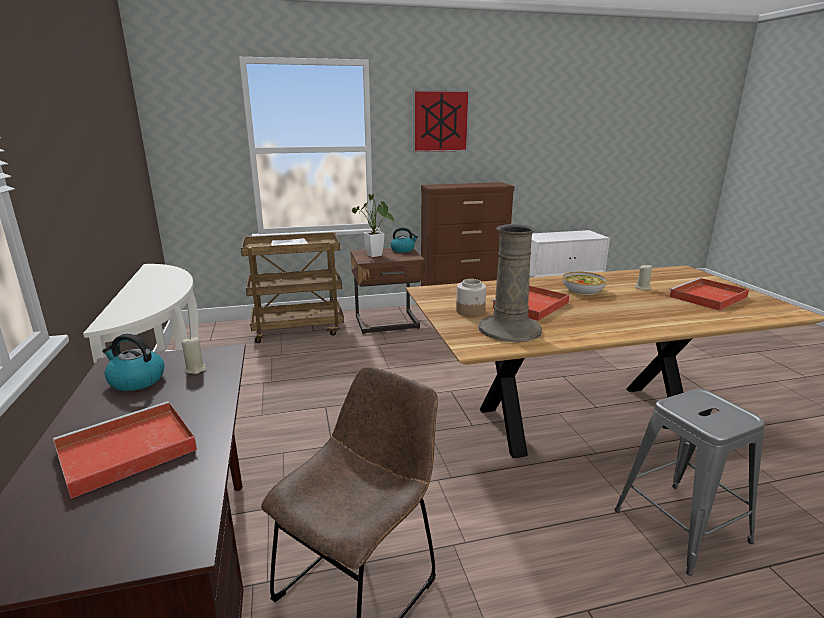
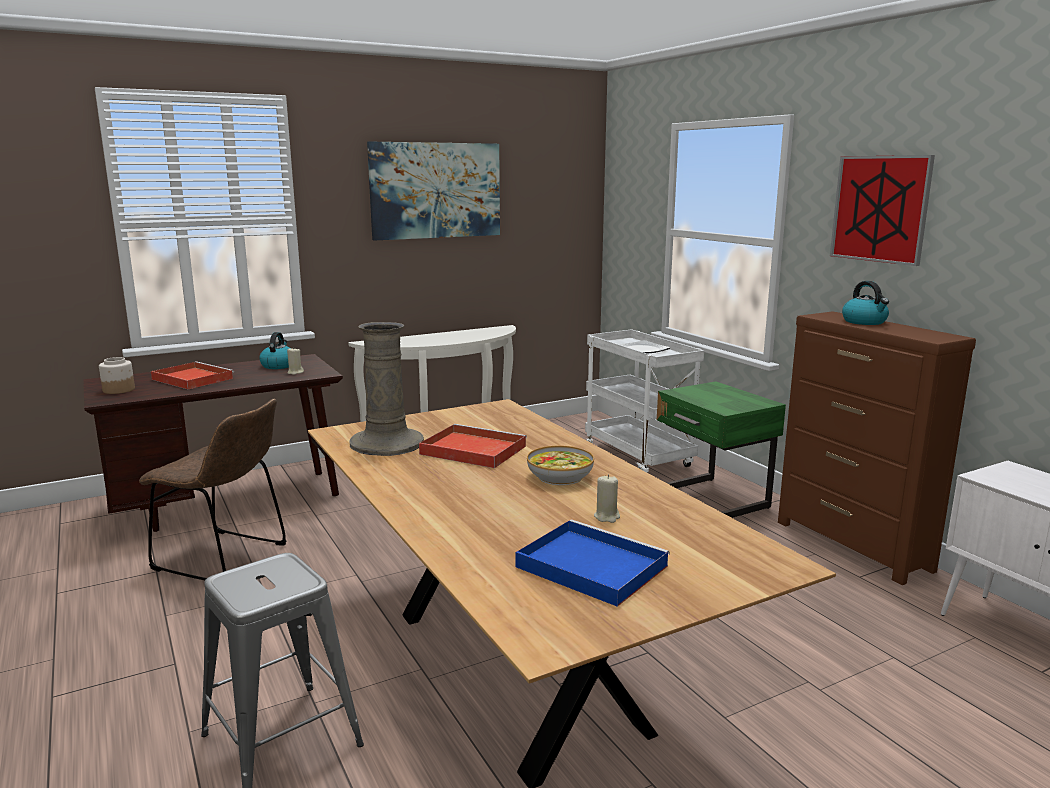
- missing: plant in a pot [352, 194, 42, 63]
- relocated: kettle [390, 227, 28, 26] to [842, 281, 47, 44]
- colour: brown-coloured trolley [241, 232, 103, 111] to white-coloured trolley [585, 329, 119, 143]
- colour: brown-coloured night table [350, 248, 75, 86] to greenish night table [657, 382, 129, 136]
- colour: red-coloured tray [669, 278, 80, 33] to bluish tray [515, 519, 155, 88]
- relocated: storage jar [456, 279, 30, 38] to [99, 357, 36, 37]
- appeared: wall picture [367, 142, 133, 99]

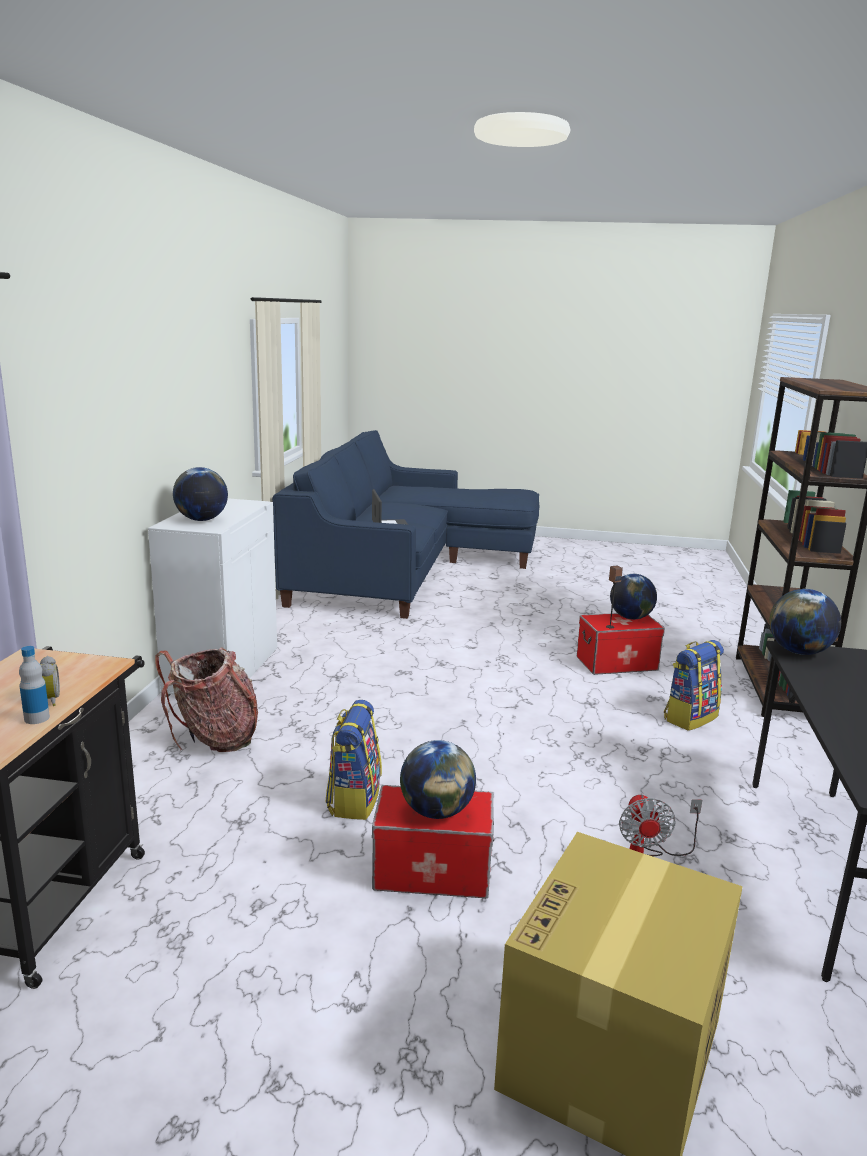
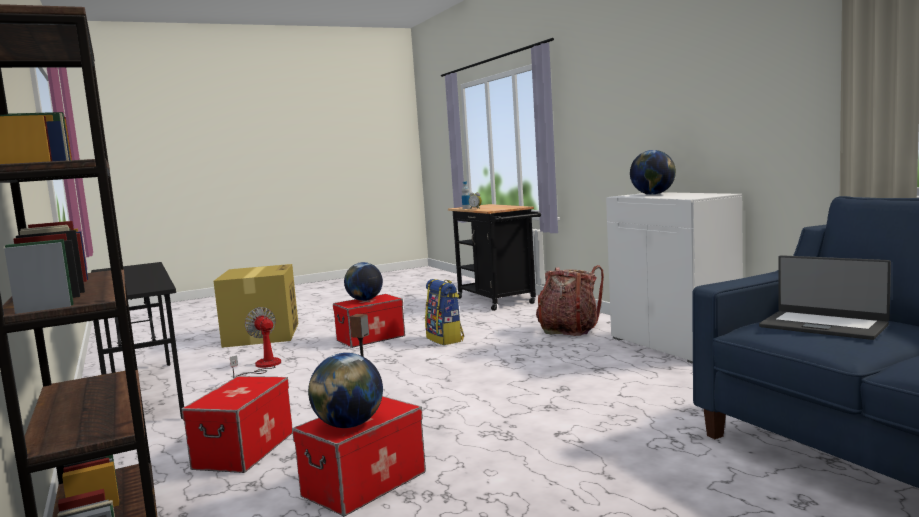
- missing: world globe [769, 589, 72, 66]
- exchanged: rucksack [664, 640, 60, 91] to storage container [181, 376, 112, 97]

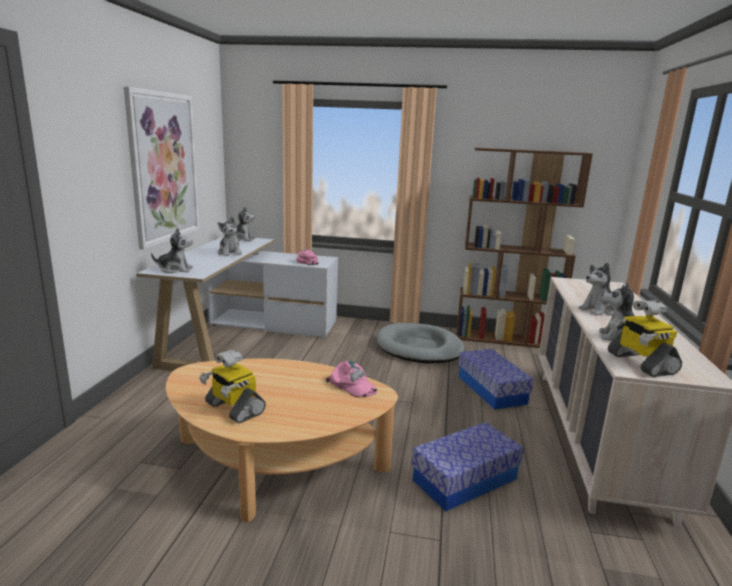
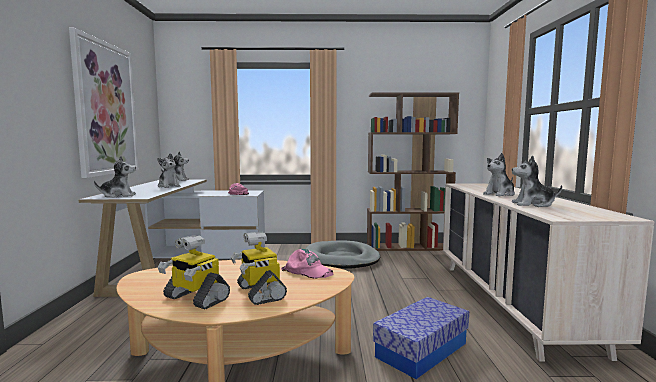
- relocated: toy robot [607, 300, 75, 77] to [231, 231, 56, 74]
- missing: storage container [458, 349, 76, 60]

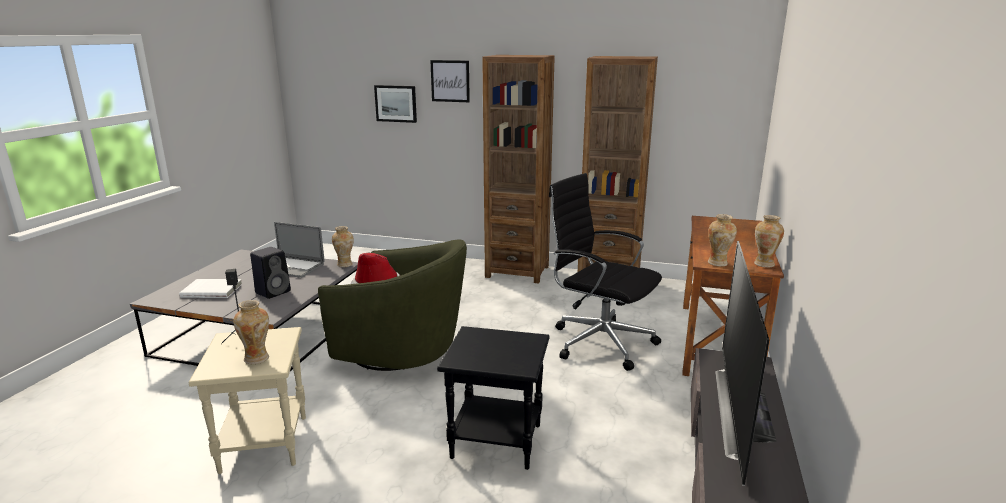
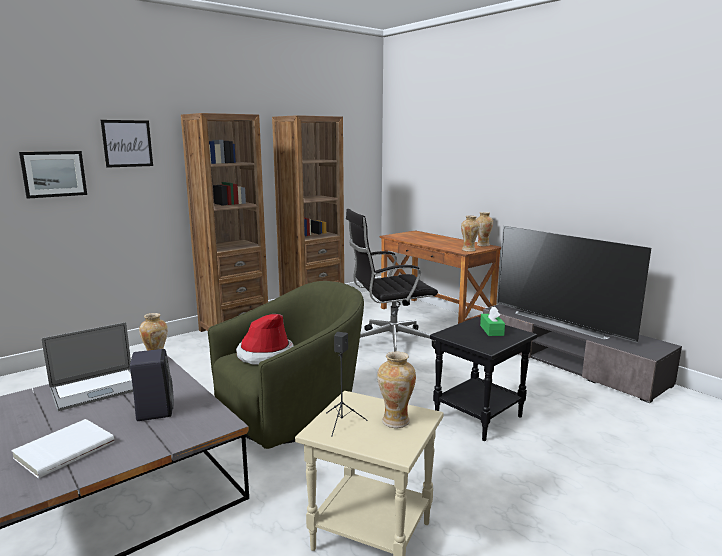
- appeared: greenish tissue box [480, 307, 25, 29]

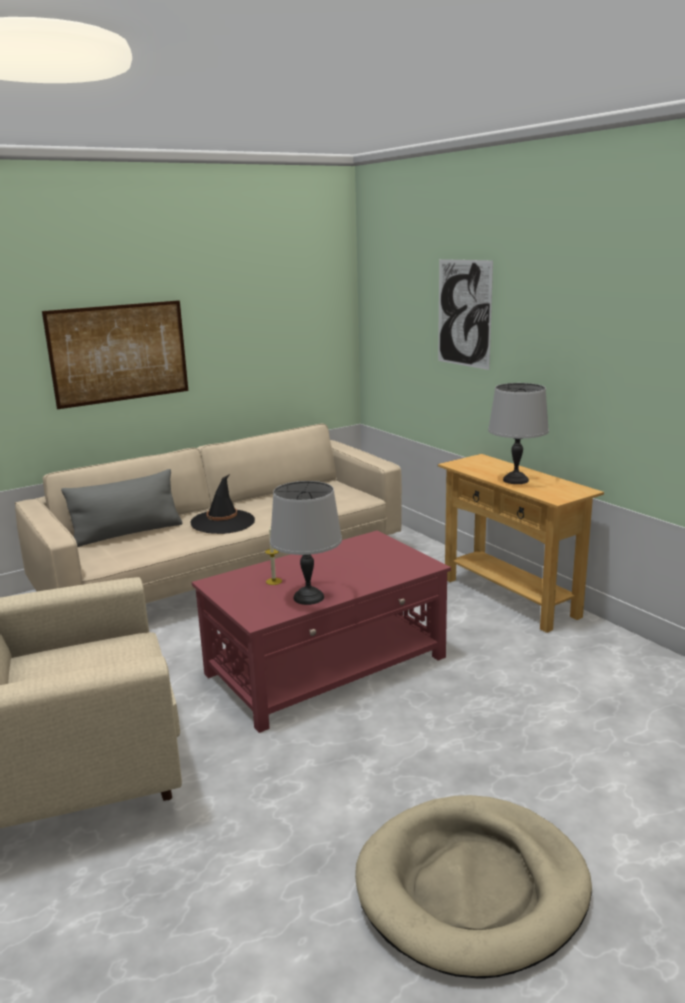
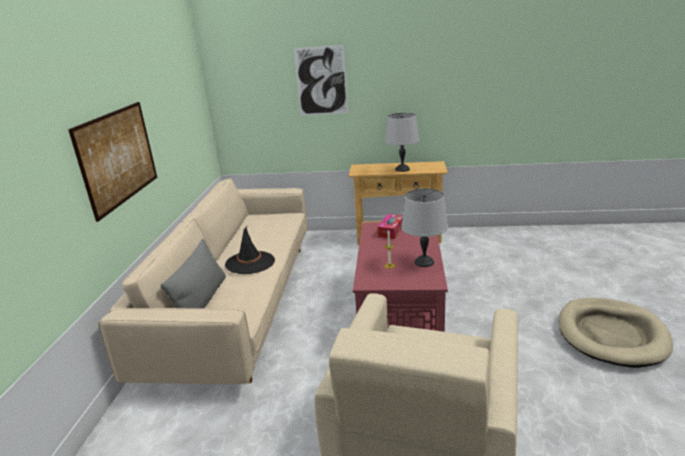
- appeared: tissue box [378, 214, 25, 25]

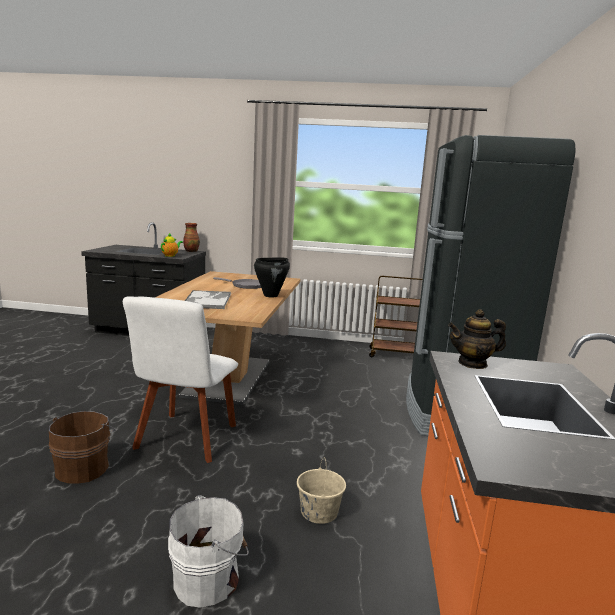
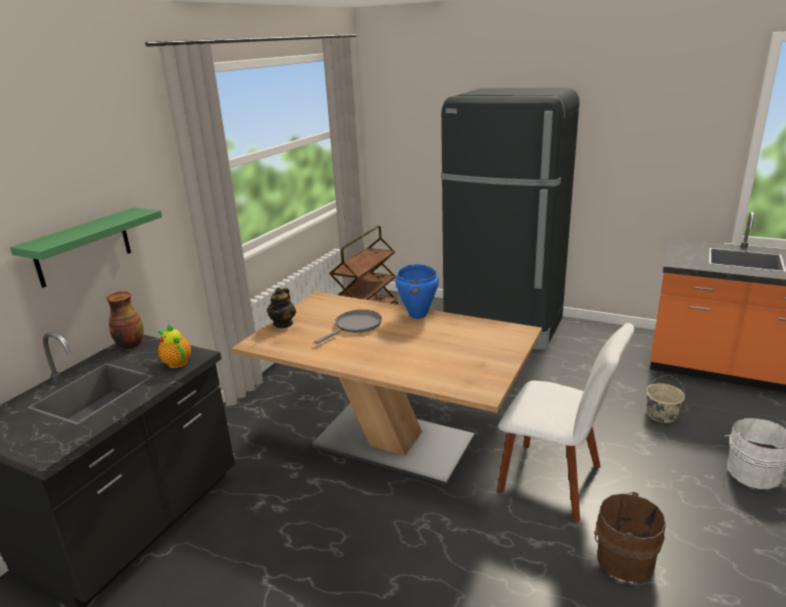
- colour: black stockpot [254, 258, 36, 39] to bluish stockpot [395, 264, 44, 55]
- missing: tray [185, 290, 46, 19]
- relocated: tea pot [448, 309, 58, 60] to [267, 287, 29, 41]
- appeared: greenish wall shelf [10, 208, 152, 80]

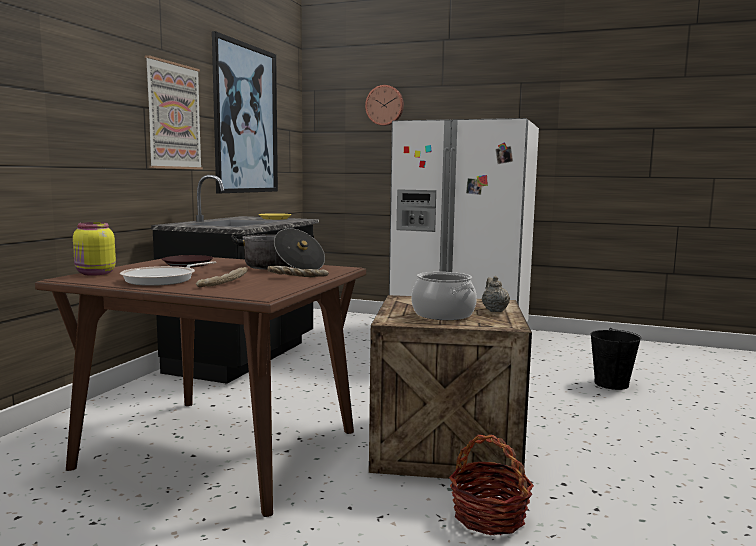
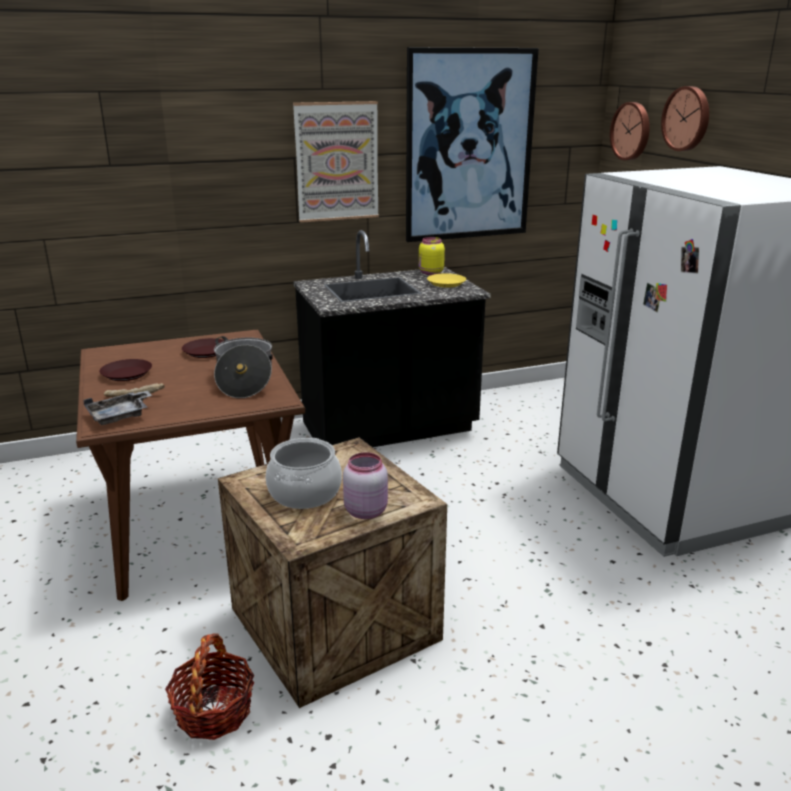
- relocated: yellowish storage jar [73, 222, 43, 54] to [419, 237, 26, 38]
- exchanged: pan [120, 261, 96, 25] to brown-coloured plate [99, 359, 53, 22]
- missing: baked bread [268, 266, 61, 11]
- exchanged: sand-coloured tea pot [482, 276, 28, 36] to pinkish storage jar [343, 452, 45, 67]
- missing: black pail [591, 328, 50, 62]
- appeared: clock on the wall [610, 102, 40, 58]
- appeared: gray tray [83, 391, 69, 34]

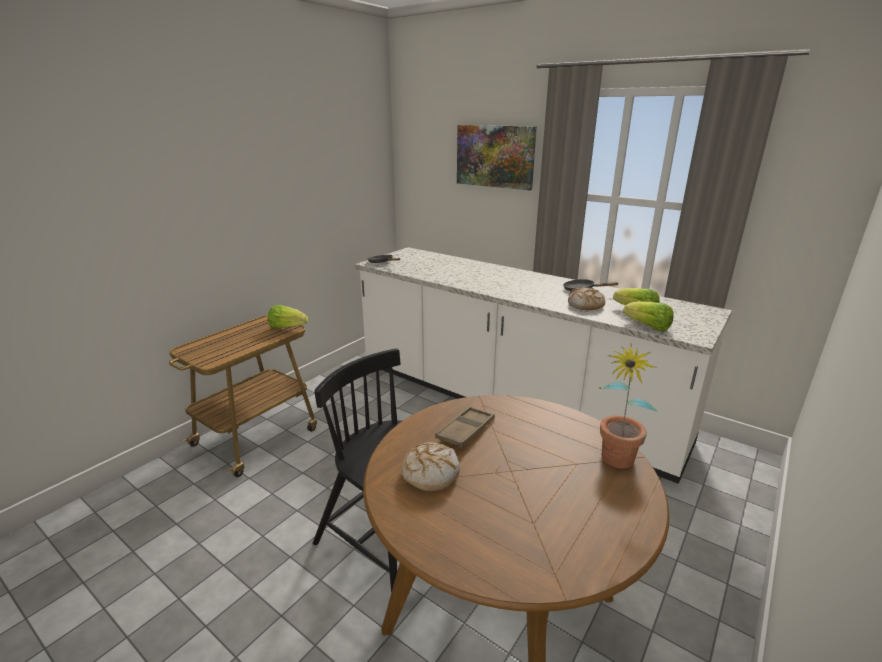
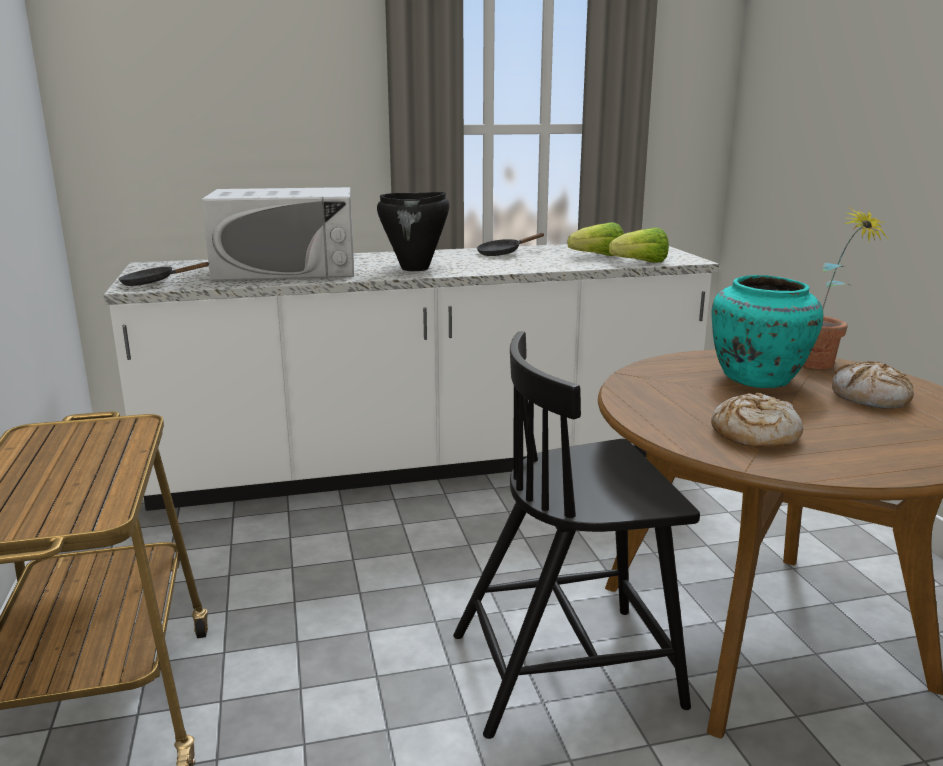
- missing: wall picture [457, 125, 80, 65]
- relocated: baked bread [568, 287, 37, 23] to [832, 361, 82, 47]
- missing: lettuce [268, 305, 40, 23]
- missing: brown-coloured tray [435, 406, 60, 42]
- appeared: white-coloured kitchen microwave [202, 187, 152, 94]
- appeared: black stockpot [377, 192, 72, 79]
- appeared: turquoise vase [711, 275, 113, 113]

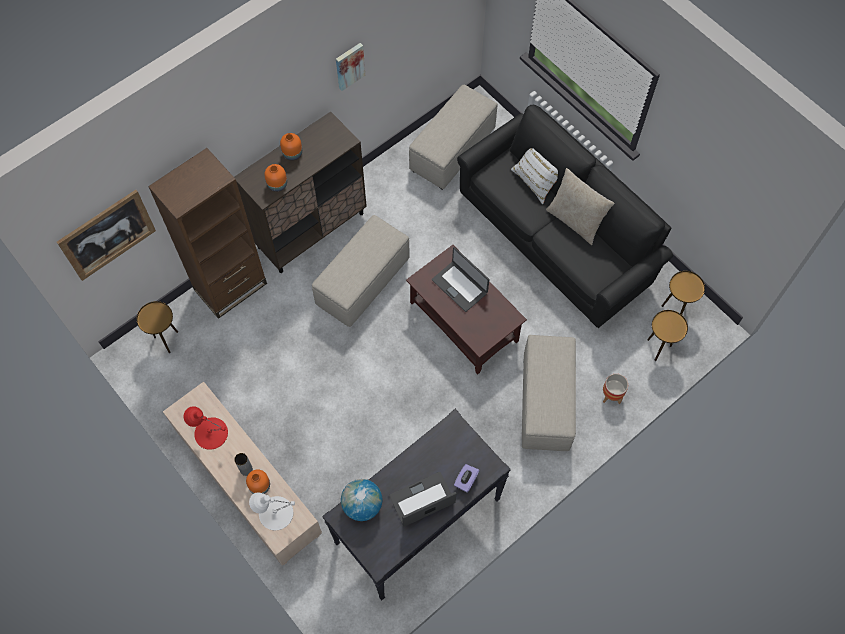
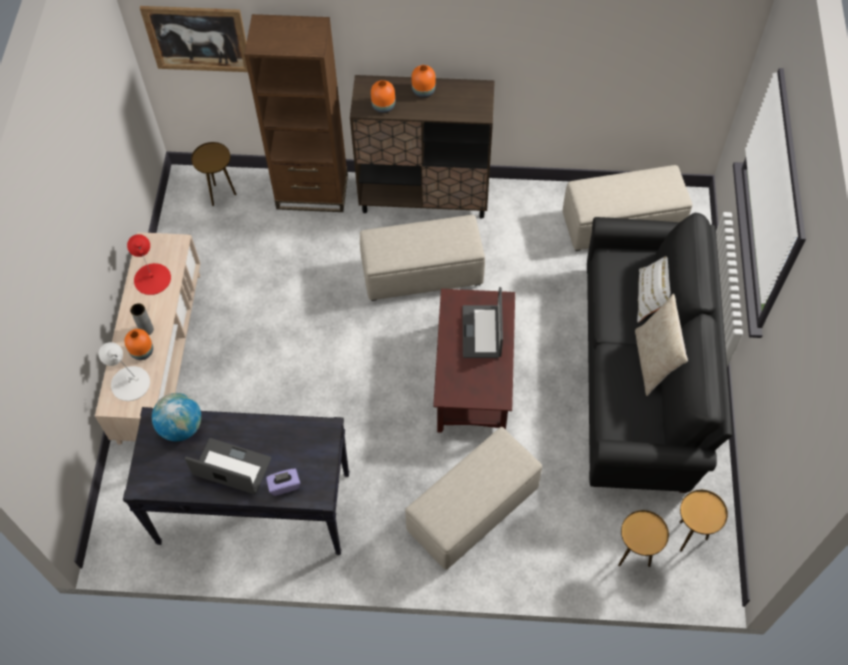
- missing: wall picture [336, 43, 29, 48]
- missing: plant pot [603, 374, 25, 30]

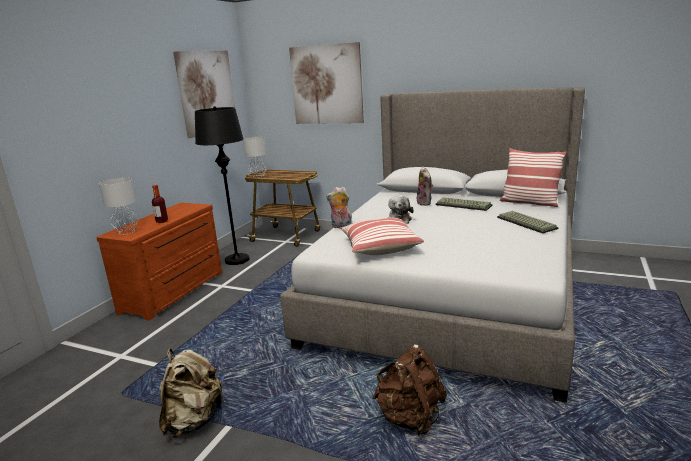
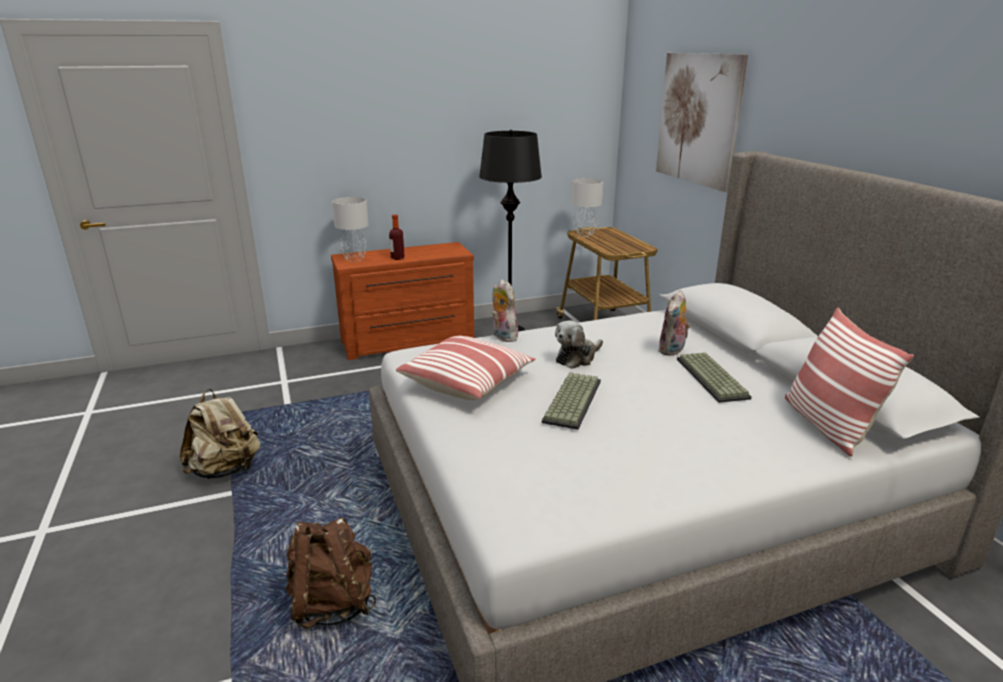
- missing: wall picture [173, 50, 62, 88]
- relocated: keyboard [497, 211, 62, 23] to [542, 372, 59, 58]

